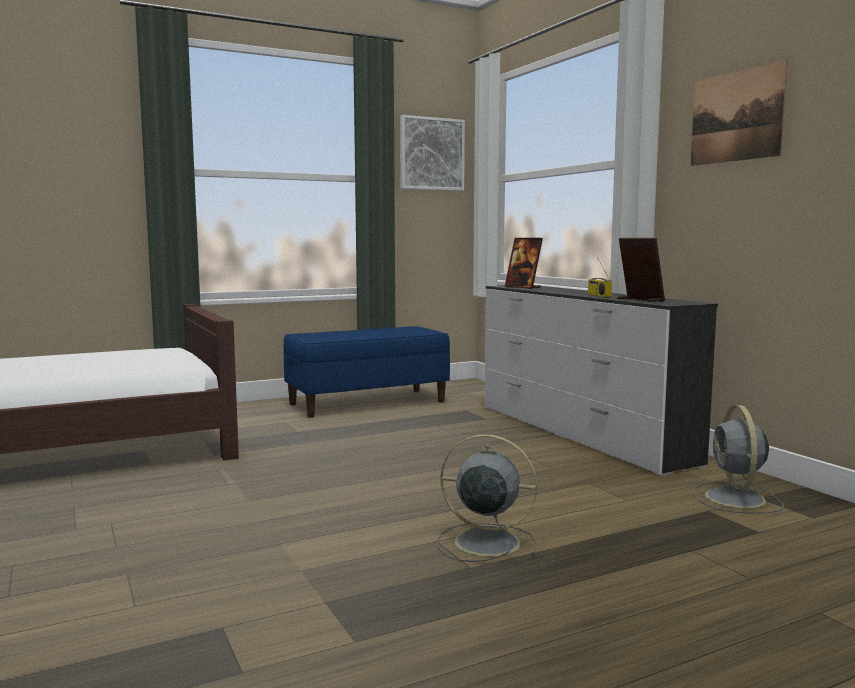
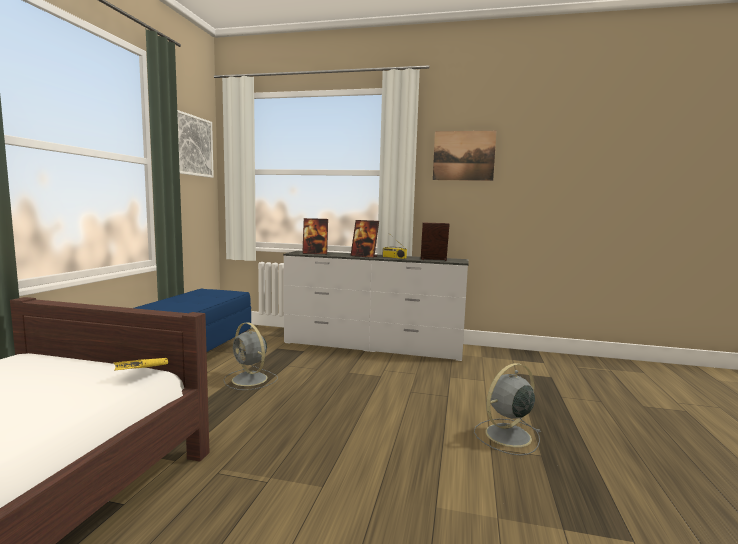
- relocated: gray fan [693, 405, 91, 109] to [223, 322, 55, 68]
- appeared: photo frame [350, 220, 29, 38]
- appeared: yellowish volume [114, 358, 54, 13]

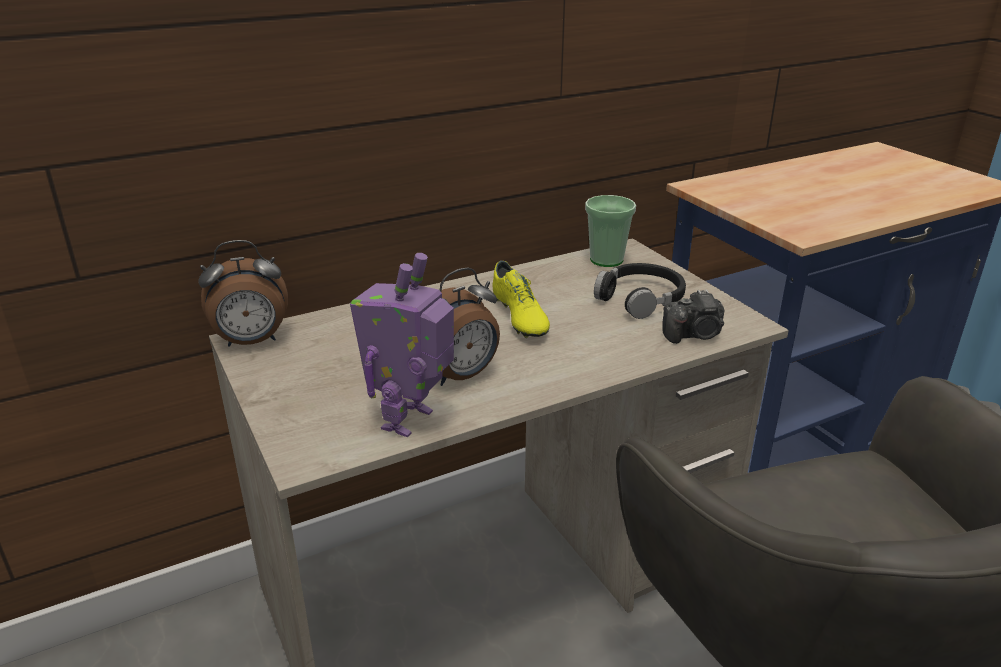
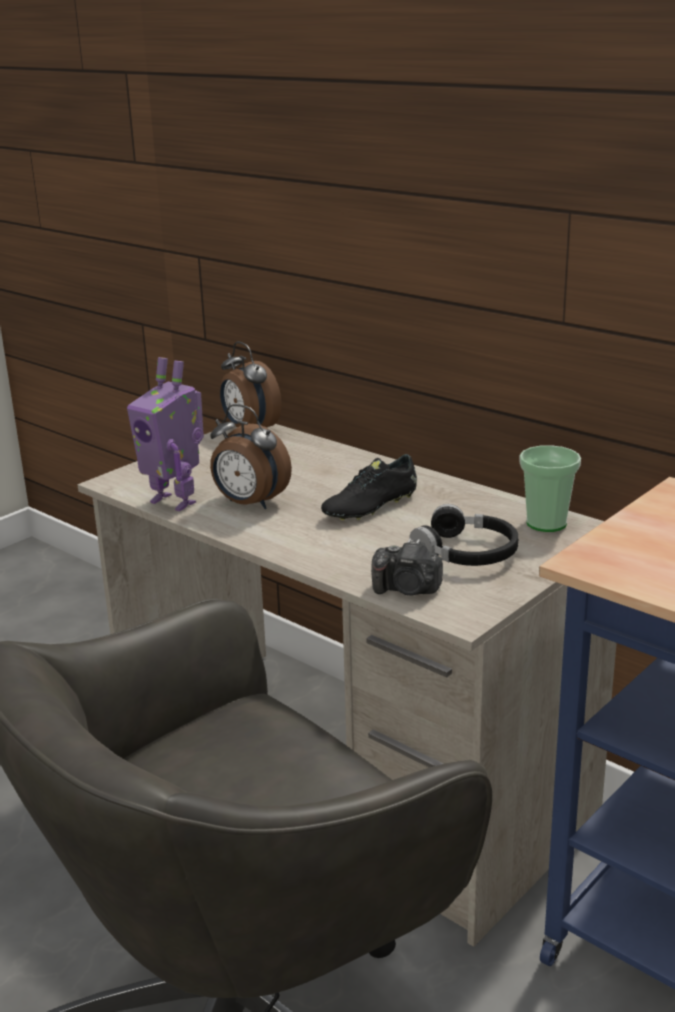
- spun: toy robot [350, 253, 104, 184] = [127, 357, 77, 154] 150 degrees counterclockwise
- colour: yellowish low shoe [493, 261, 57, 77] to black low shoe [321, 454, 96, 67]
- spun: still camera [662, 289, 62, 55] = [371, 538, 72, 58] 45 degrees counterclockwise

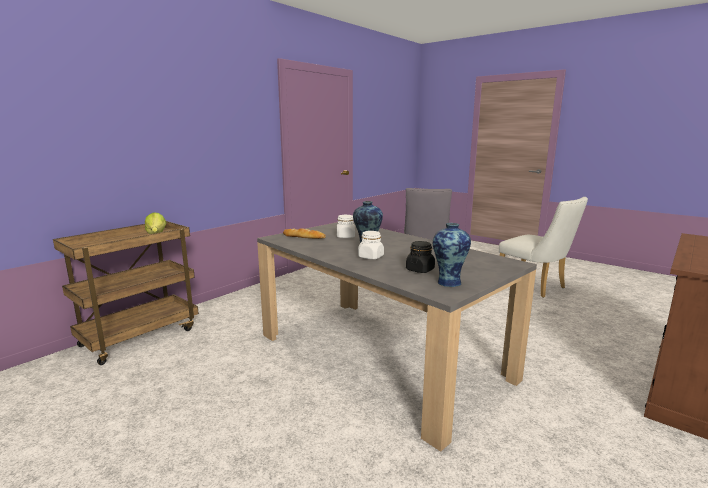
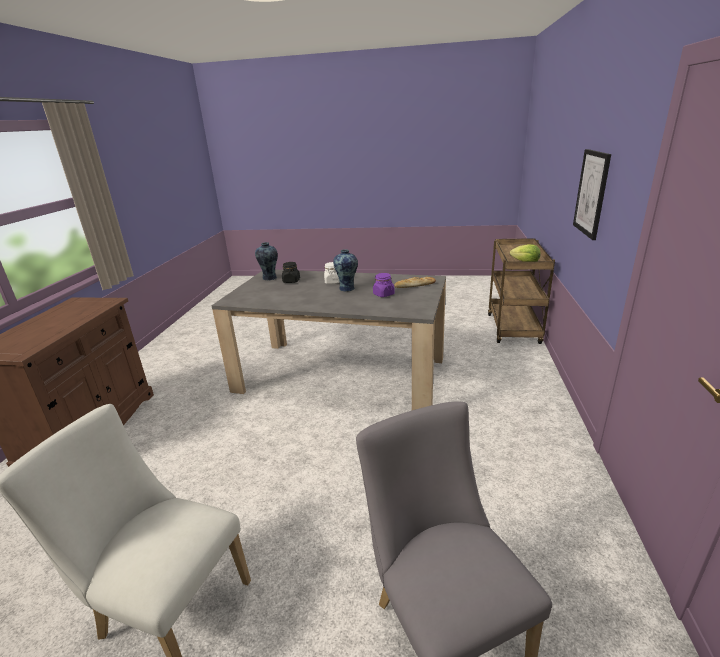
- colour: white-coloured storage jar [337, 215, 18, 23] to purplish storage jar [373, 273, 21, 24]
- appeared: wall picture [573, 149, 38, 91]

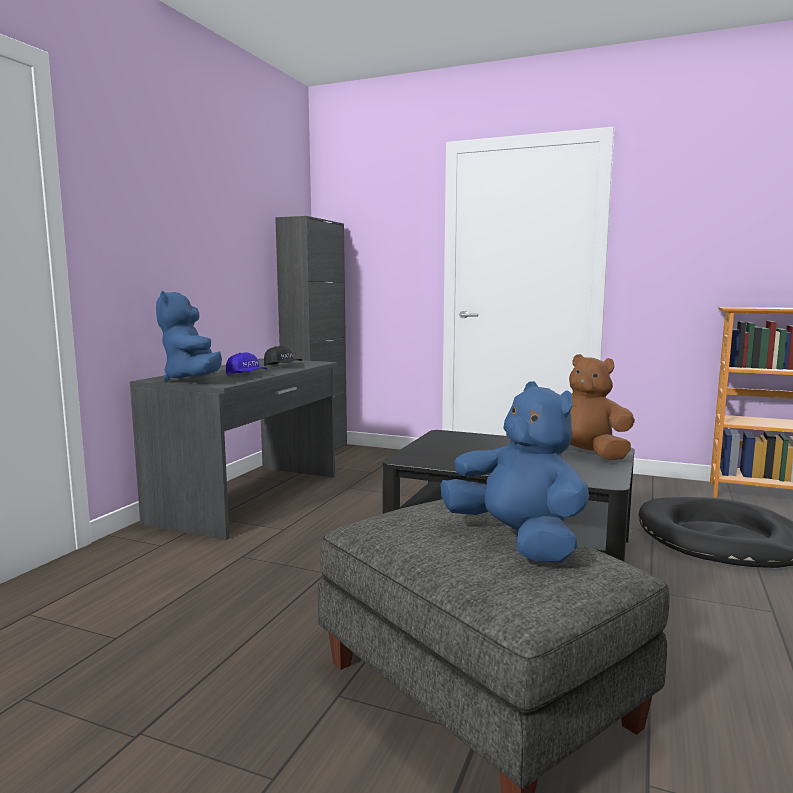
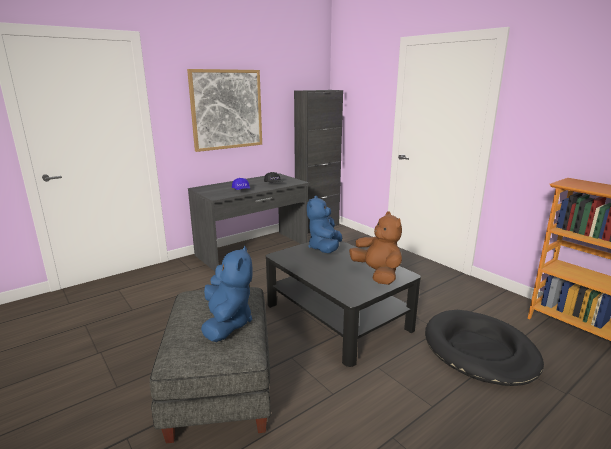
- relocated: bluish soft toy [156, 291, 66, 91] to [307, 196, 35, 57]
- appeared: wall picture [187, 69, 75, 83]

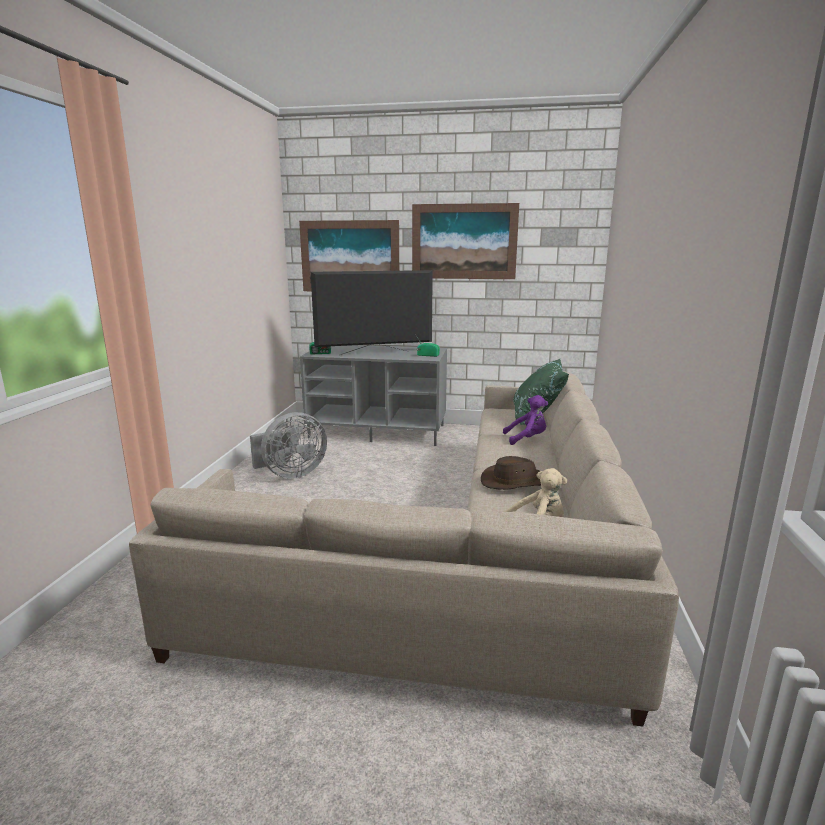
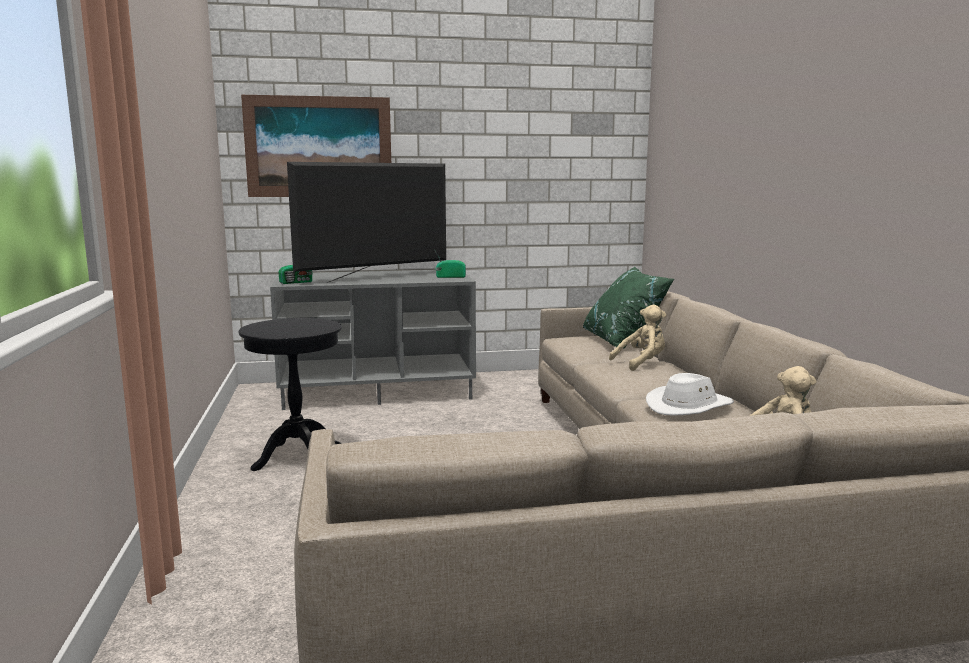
- missing: wall picture [412, 203, 107, 76]
- colour: purplish soft toy [503, 395, 45, 50] to sand-coloured soft toy [609, 305, 57, 66]
- exchanged: gray fan [250, 412, 77, 66] to black accent table [239, 318, 103, 153]
- colour: brown-coloured clothing hat [481, 456, 60, 34] to white-coloured clothing hat [646, 373, 88, 43]

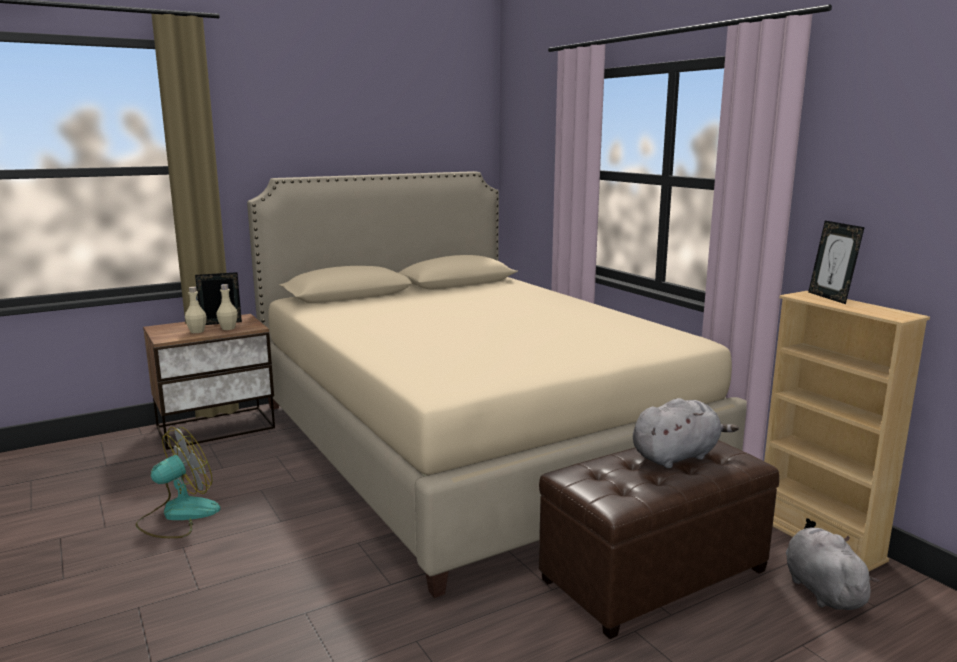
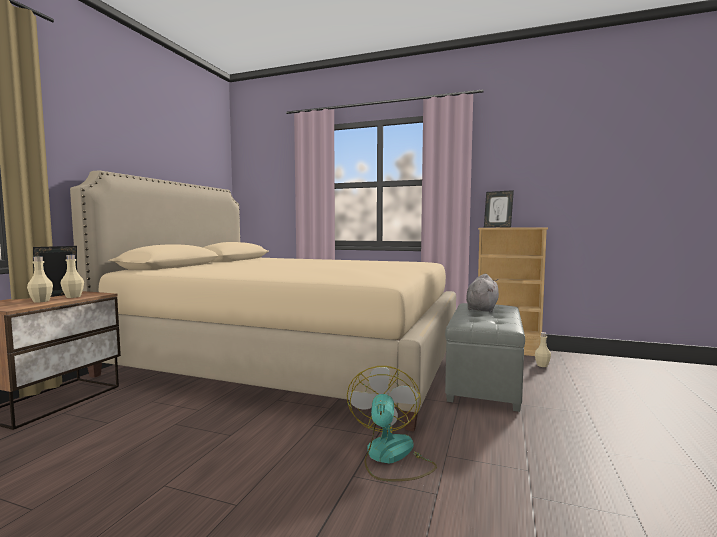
- relocated: fan [136, 427, 85, 111] to [347, 366, 90, 115]
- colour: brown-coloured footrest [539, 440, 240, 199] to gray footrest [445, 303, 80, 109]
- exchanged: gray soft toy [786, 528, 93, 82] to sand-coloured beverage bottle [535, 332, 16, 35]

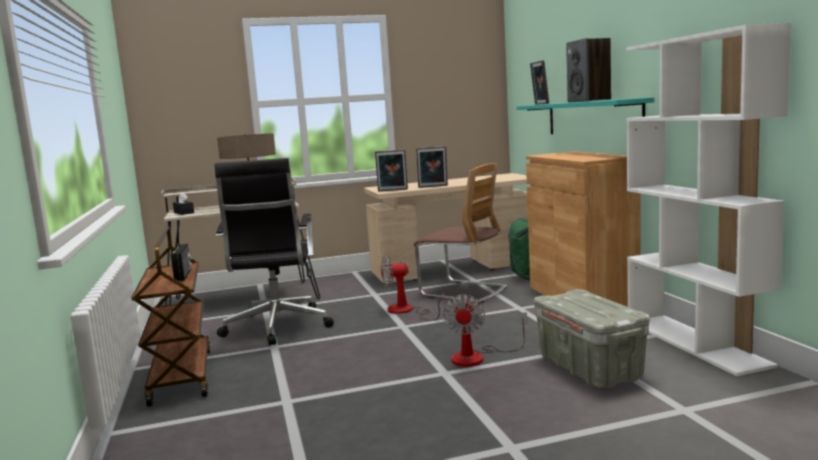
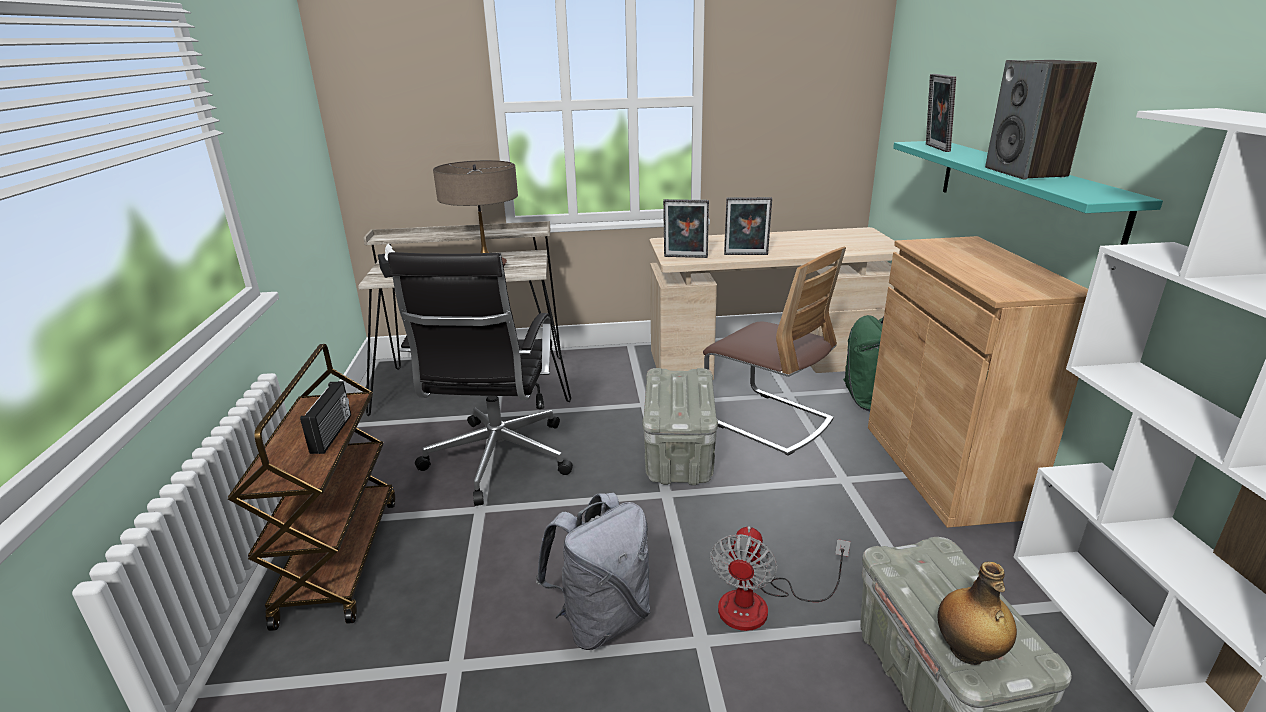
- exchanged: fan [381, 256, 64, 64] to gray storage container [642, 368, 76, 117]
- appeared: gray rucksack [536, 493, 114, 157]
- appeared: beverage bottle [938, 562, 79, 103]

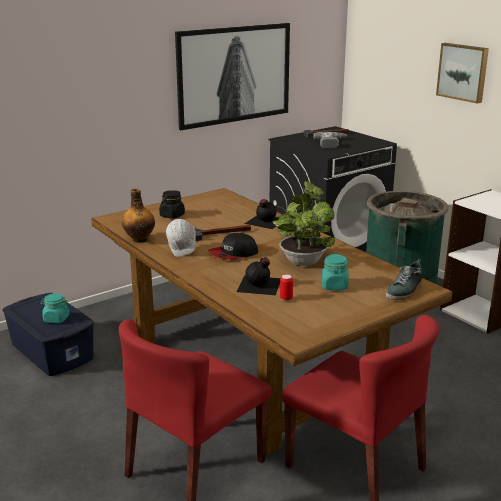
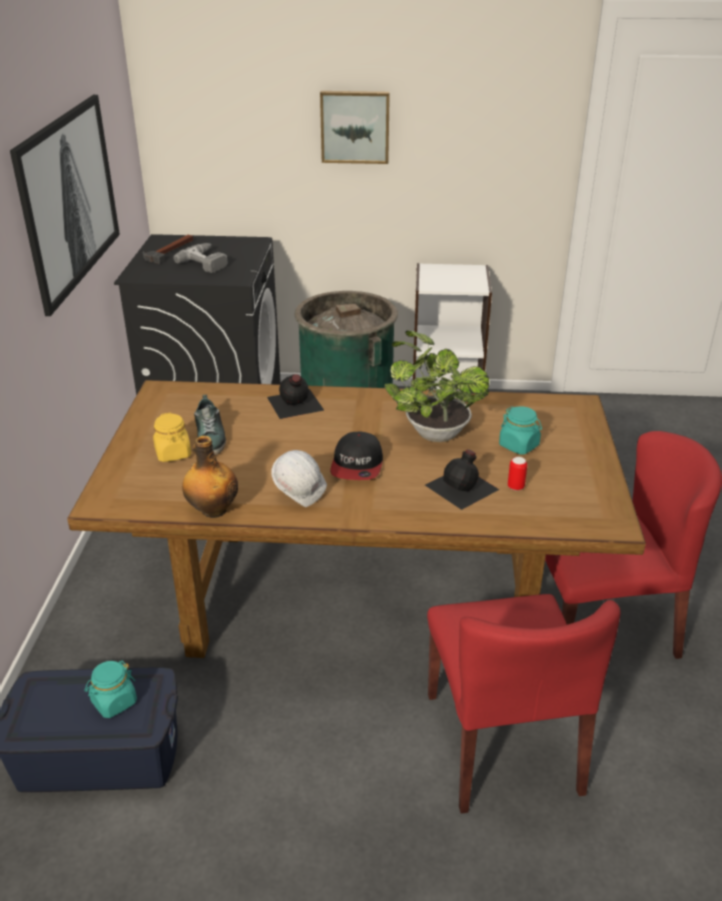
- colour: black storage jar [159, 190, 26, 29] to yellowish storage jar [153, 413, 38, 49]
- missing: hand hammer [195, 225, 56, 16]
- relocated: low shoe [386, 259, 36, 41] to [194, 395, 32, 60]

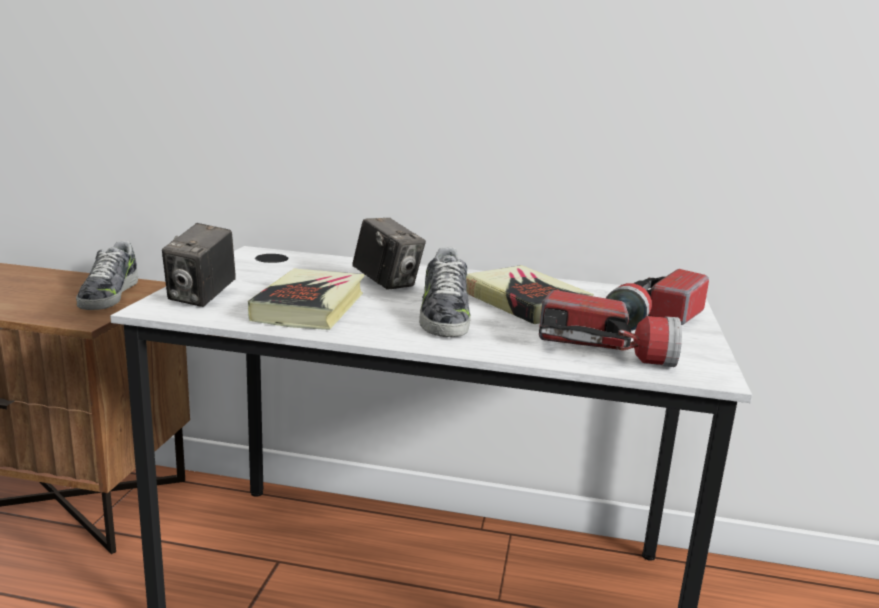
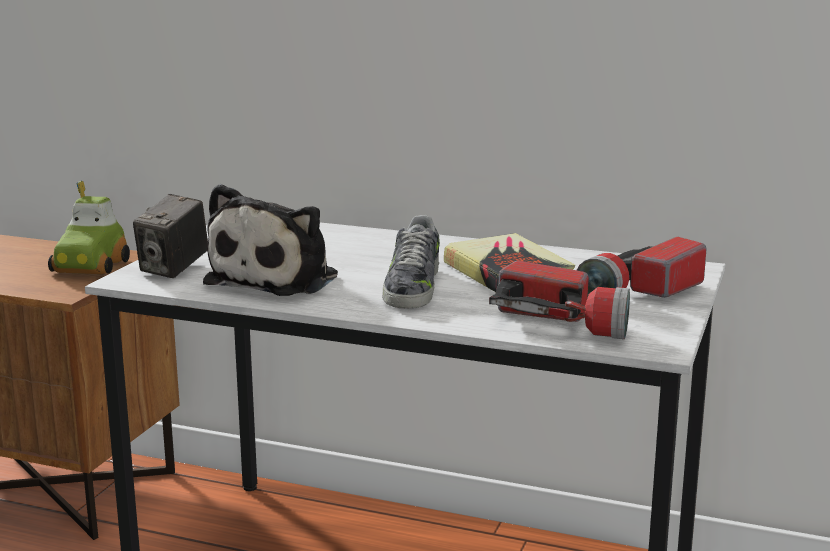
- missing: still camera [352, 218, 74, 72]
- exchanged: low shoe [76, 241, 62, 69] to model car [48, 181, 82, 93]
- exchanged: volume [248, 269, 117, 61] to soft toy [203, 184, 135, 112]

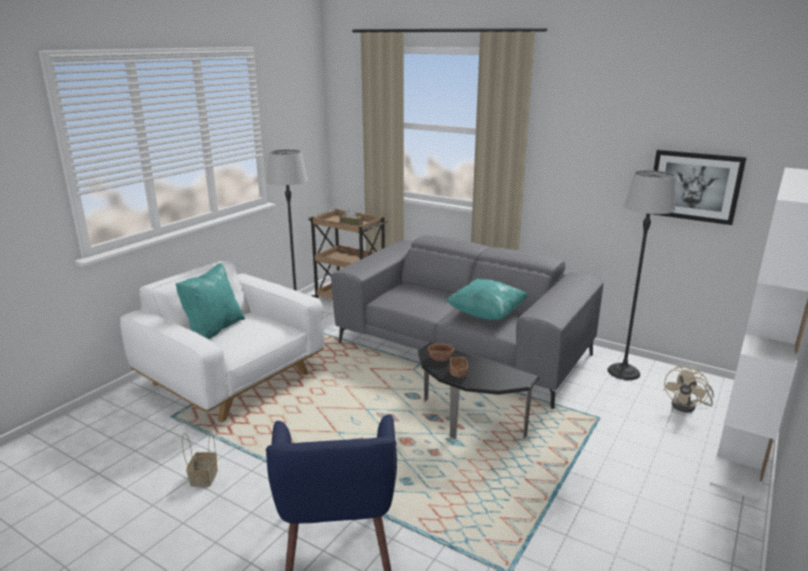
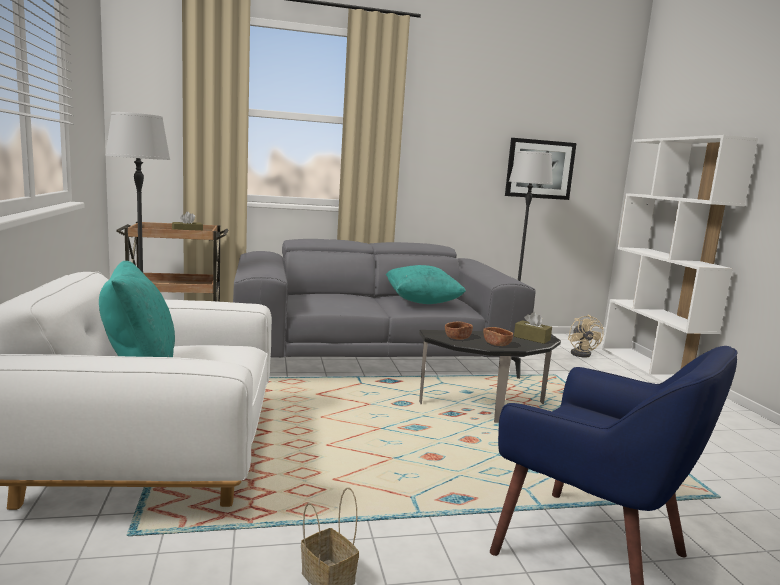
- appeared: brown-coloured tissue box [514, 312, 38, 32]

